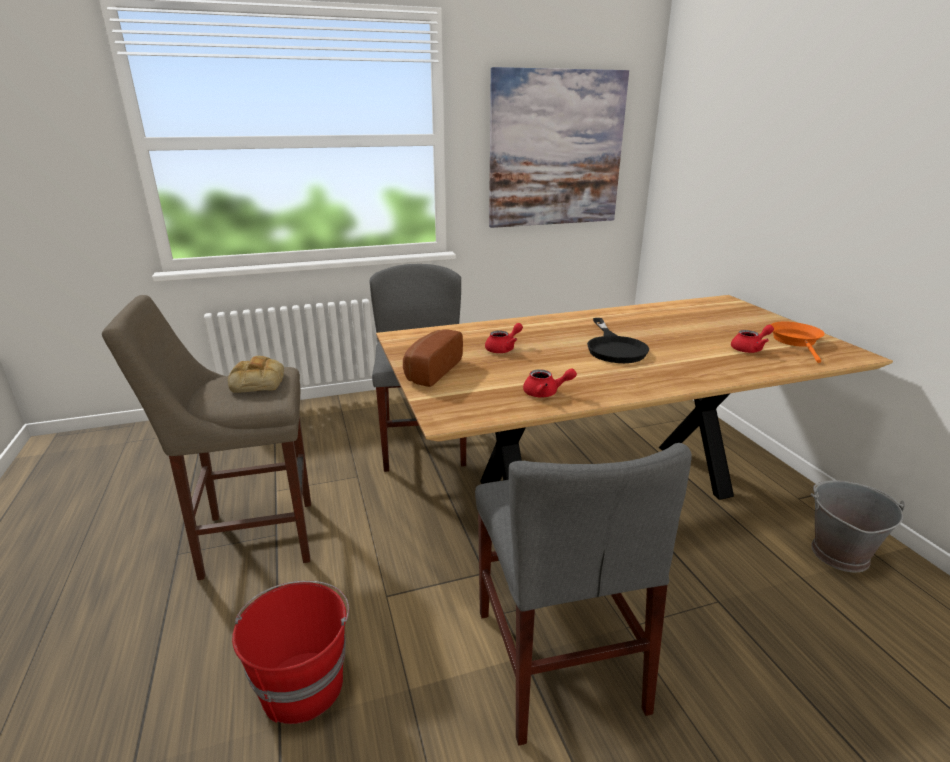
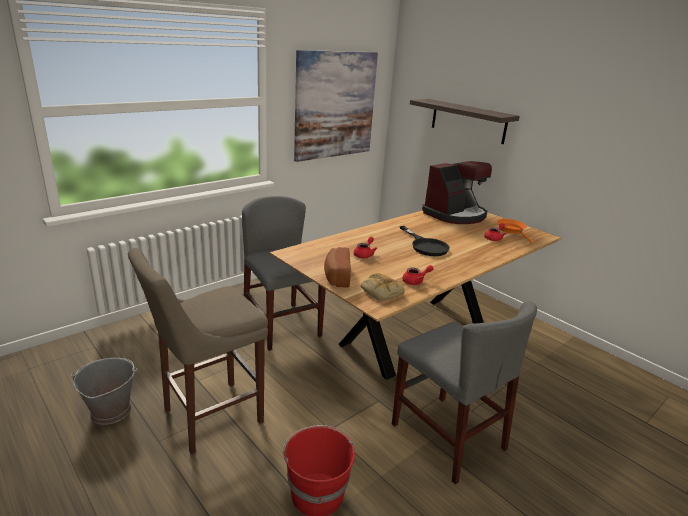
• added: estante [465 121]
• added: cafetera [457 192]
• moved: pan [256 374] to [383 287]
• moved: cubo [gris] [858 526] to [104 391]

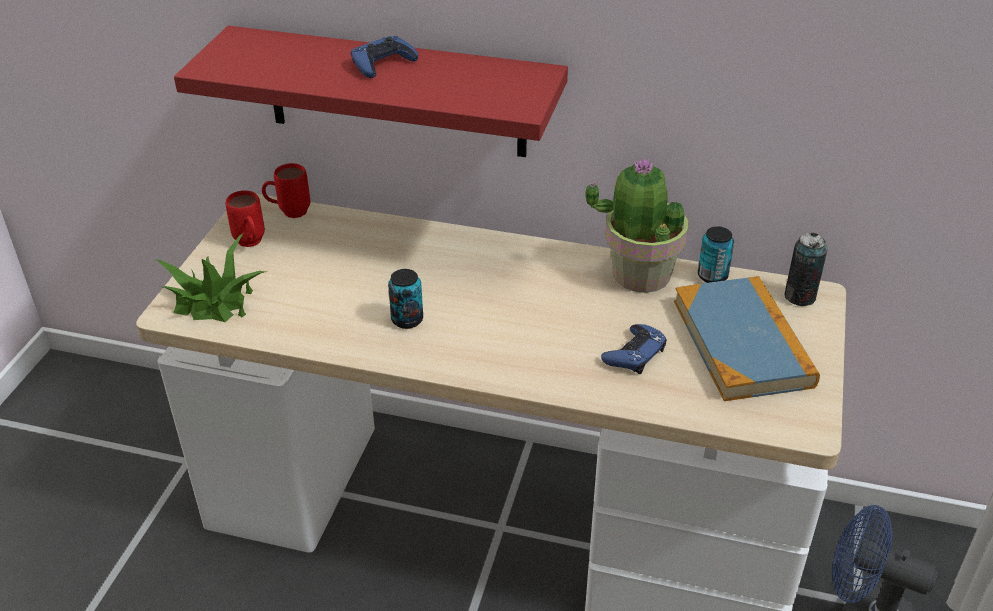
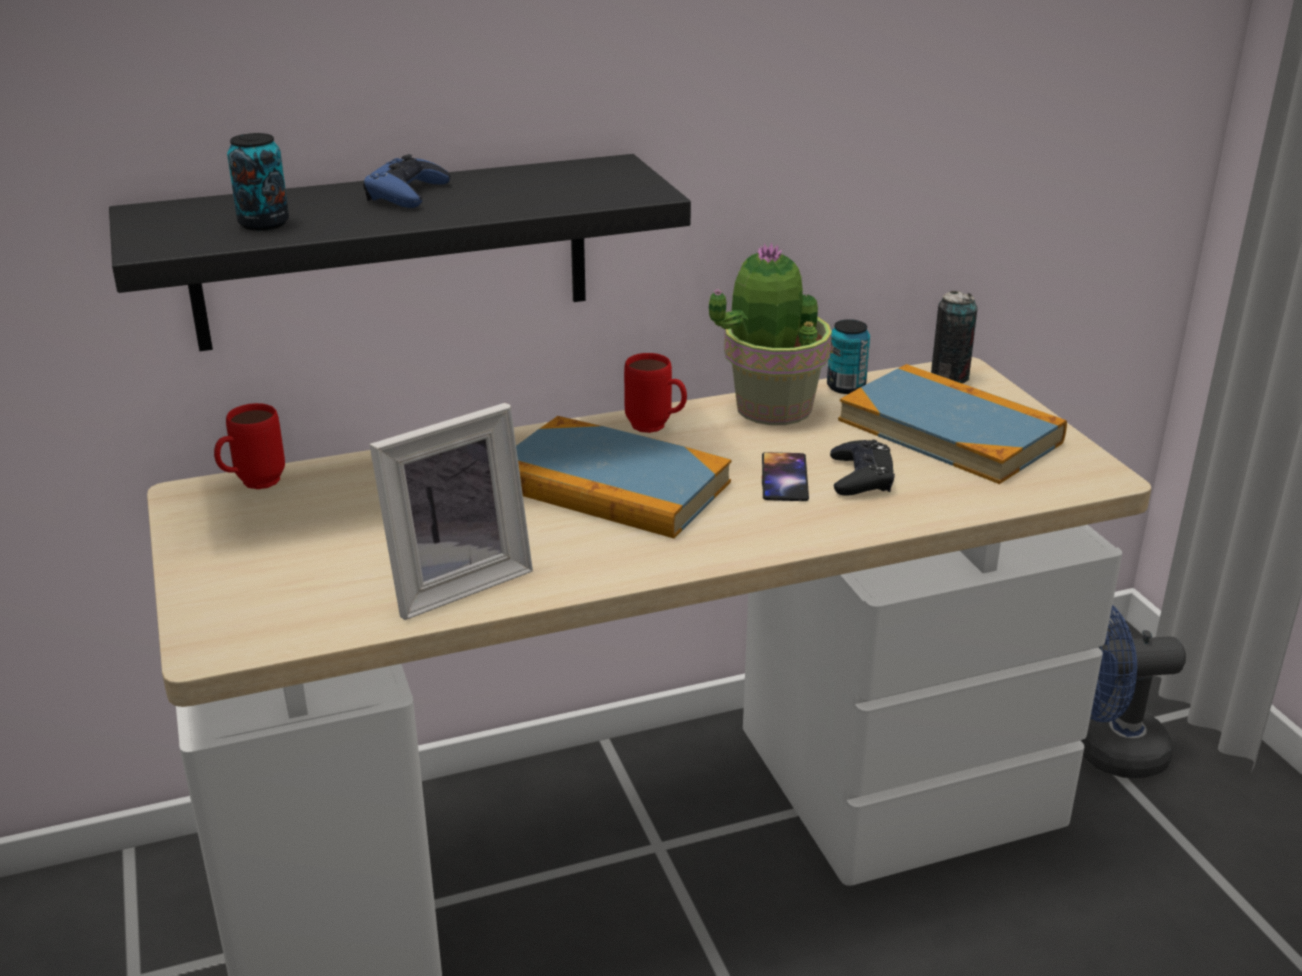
• removed: planta en maceta [210 277]
• added: portarretratos [451 511]
• added: libro [624 477]
• added: móvil [785 476]
• moved: taza grande [rojo] [245 218] to [655 393]
• moved: lata [405 299] to [258 182]
• recoloured: estante [rojo] [371 91] to estante [negro] [400 252]
• recoloured: mando de consola [azul] [634 349] to mando de consola [negro] [862 467]

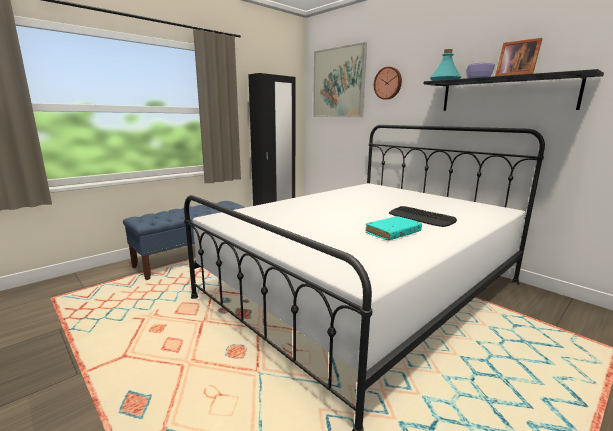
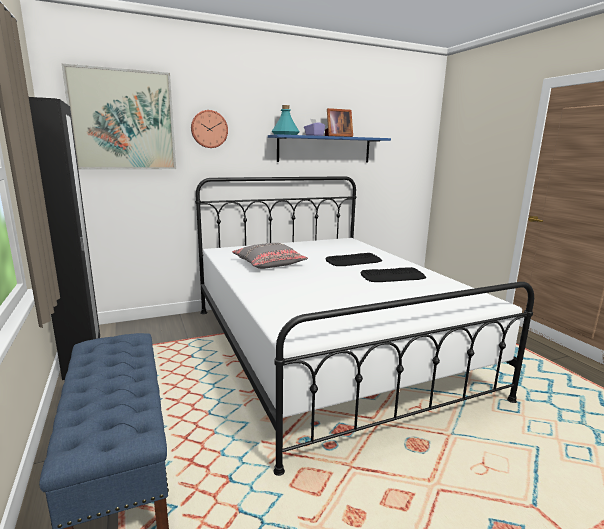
• added: cojín [gris] [270 256]
• replaced: libro [turquesa] [393 228] to teclado [393 274]
• recoloured: estante [negro] [513 90] to estante [azul] [329 148]

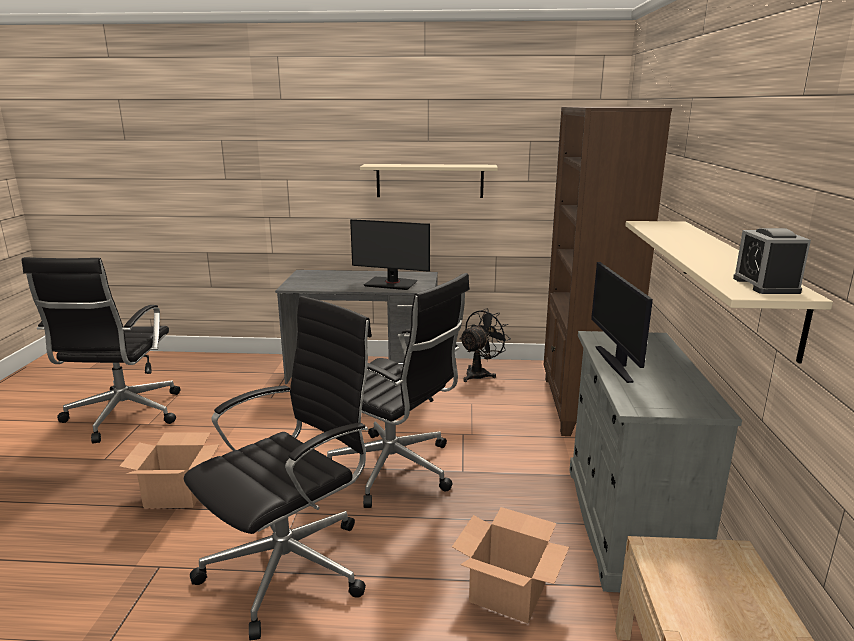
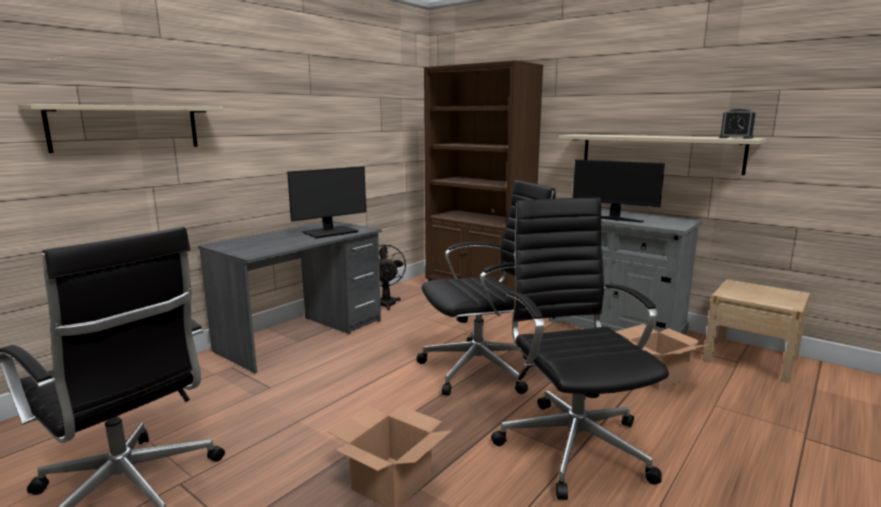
• moved: estante [beis] [429 181] to [121 128]

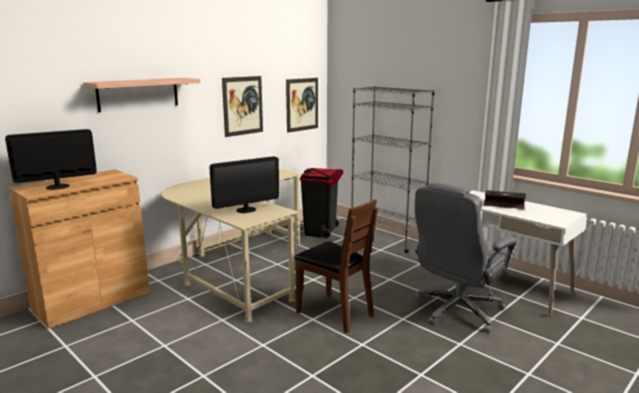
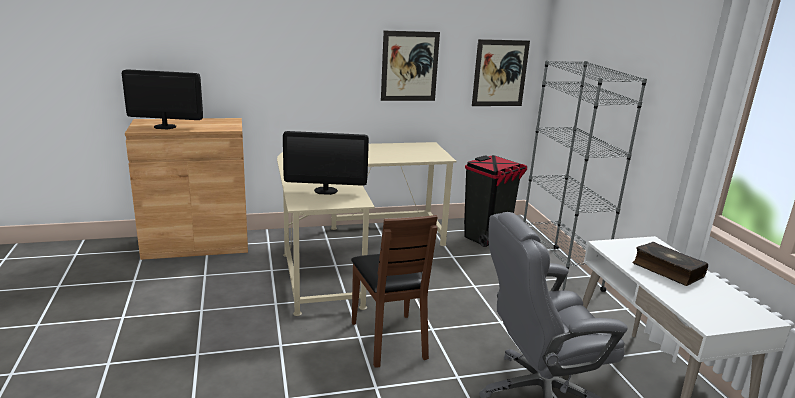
• removed: estante [141 95]

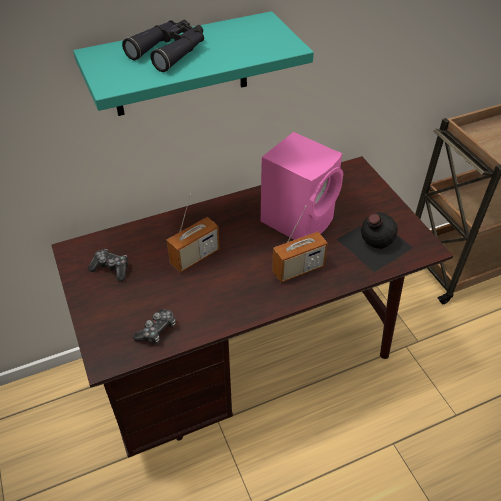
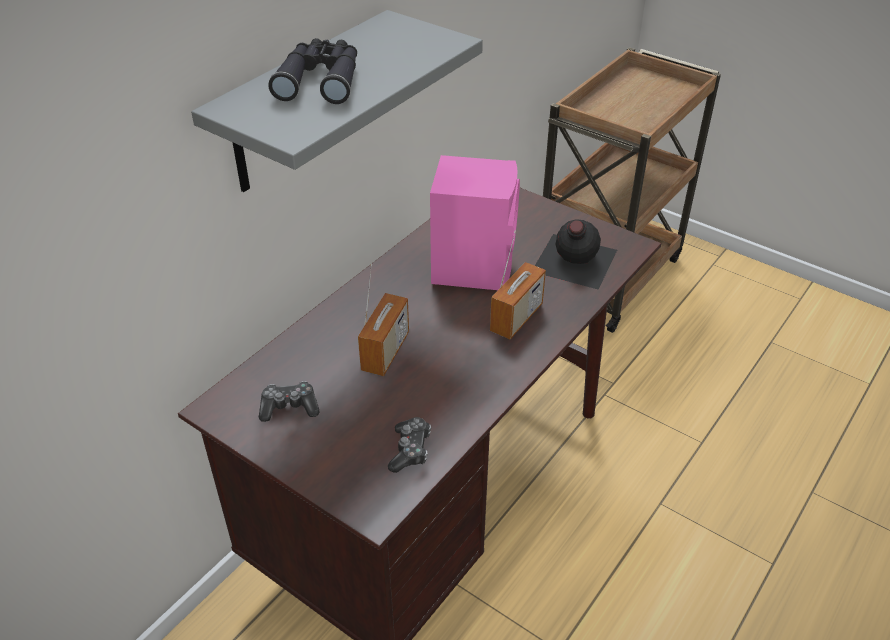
• recoloured: estante [turquesa] [193 63] to estante [gris] [337 101]

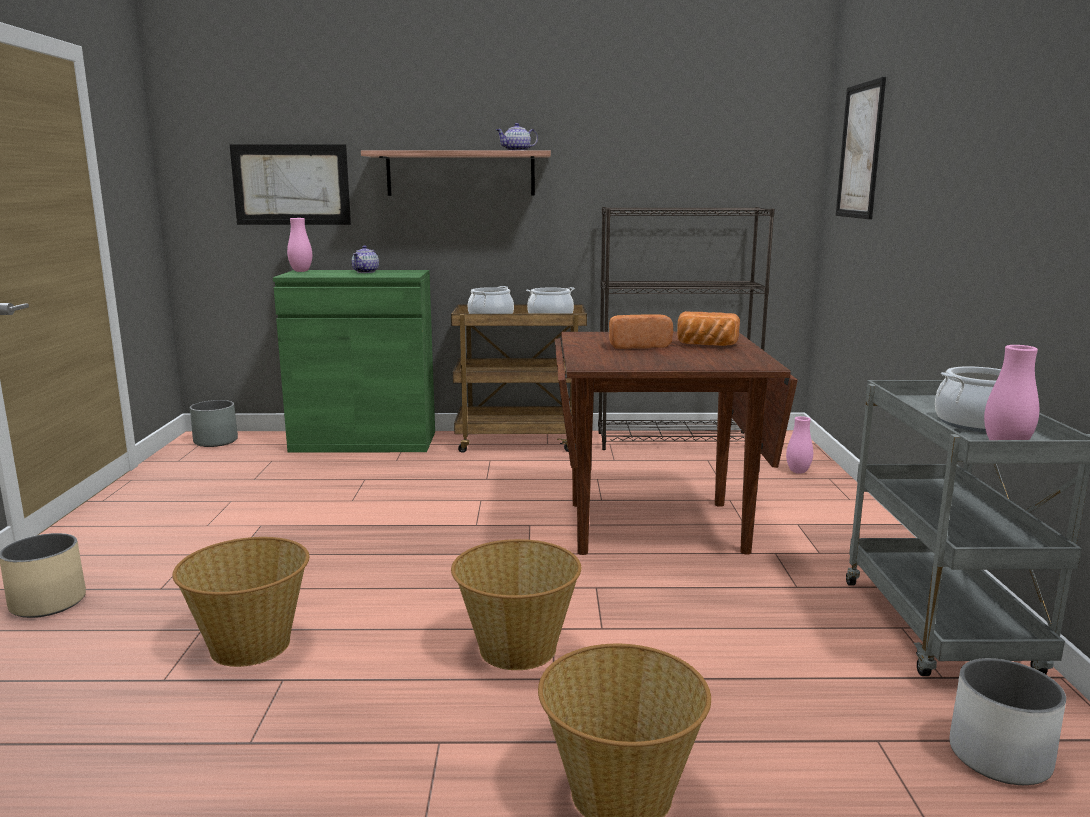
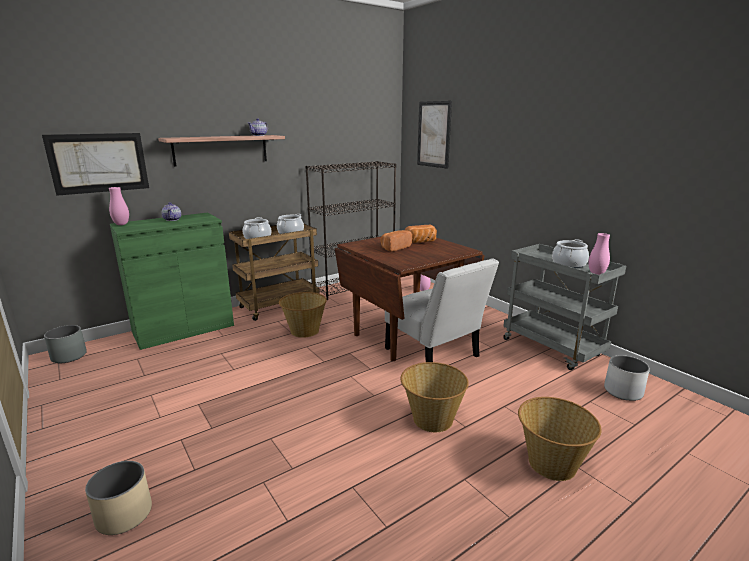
• added: silla [blanco] [442 310]
• moved: cesta [240 602] to [303 315]

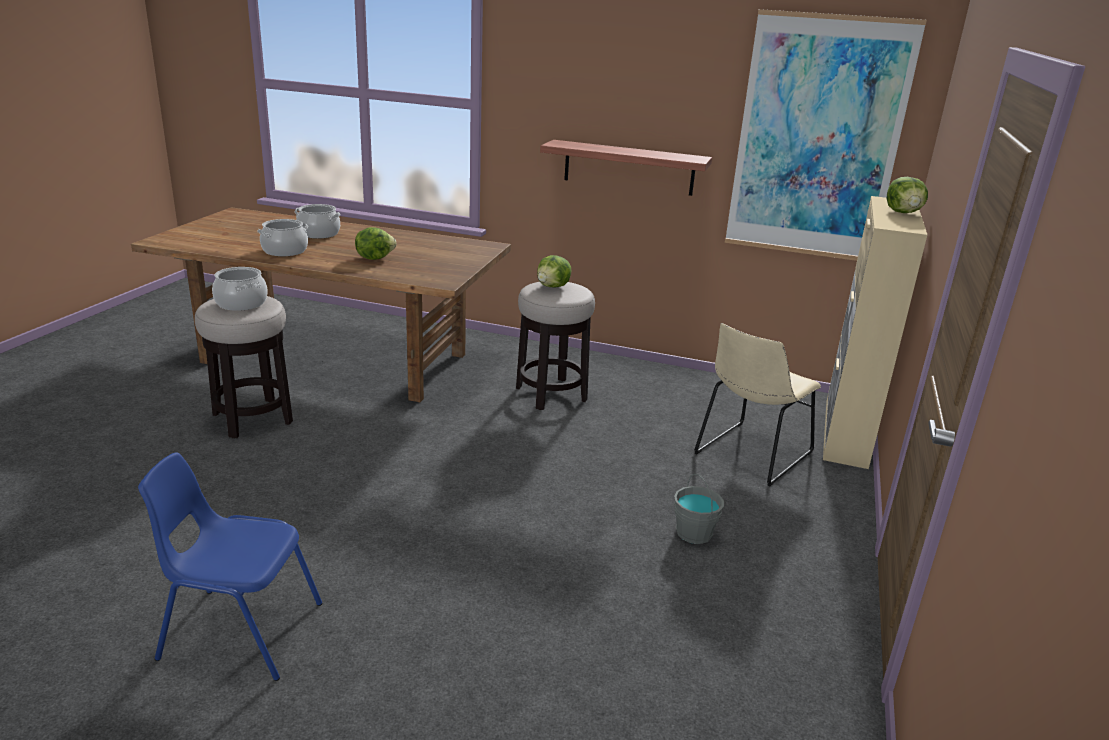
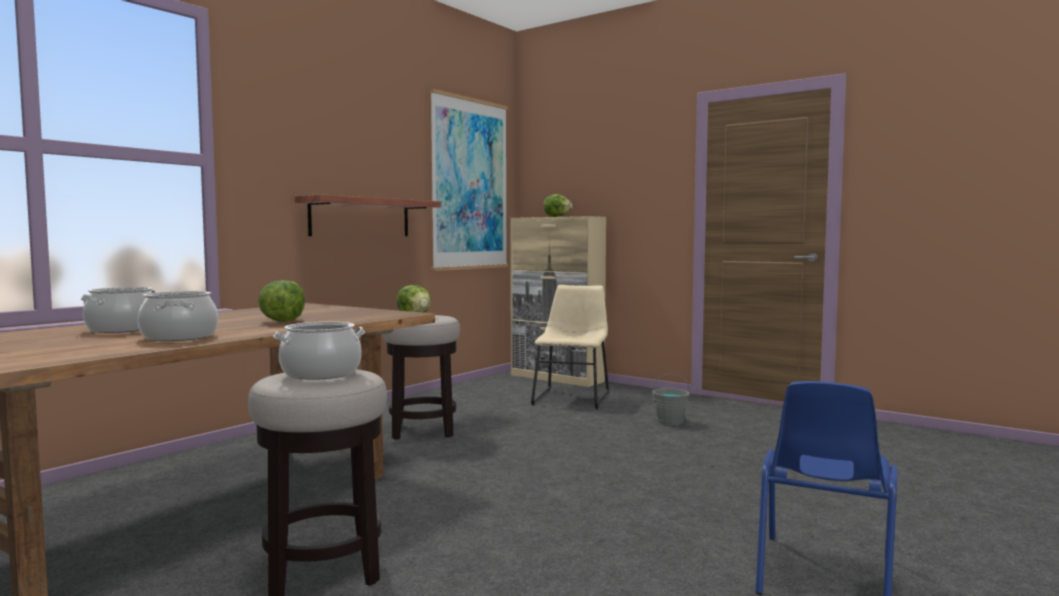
• turned: silla [beis] [757 405] = [570 347] 135 degrees counterclockwise

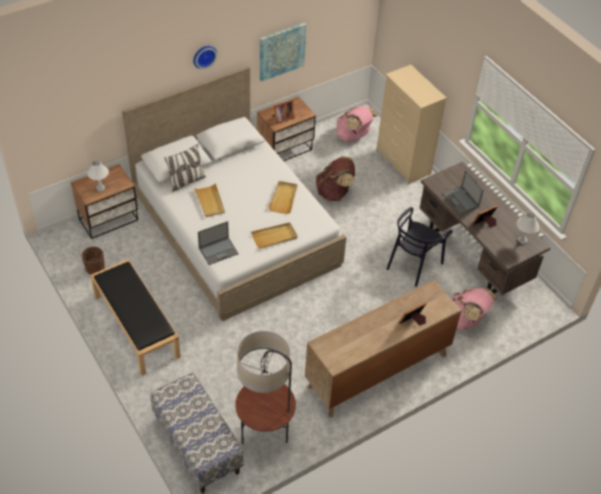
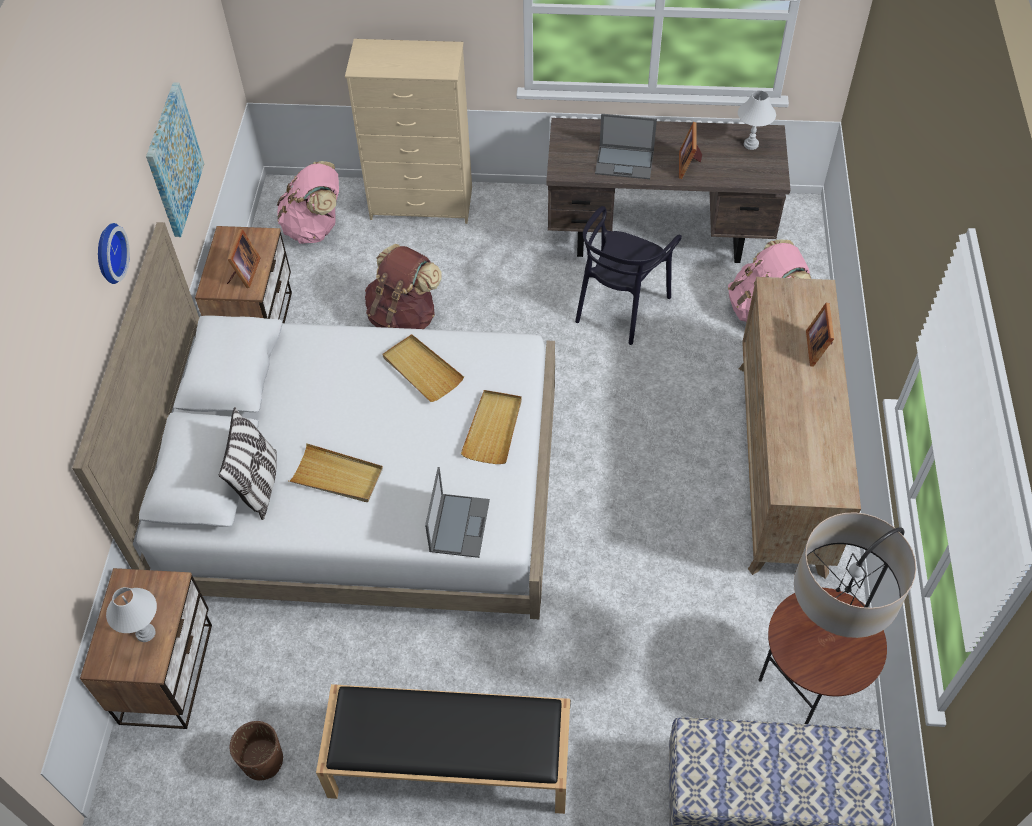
• turned: silla [negro] [420 247] = [628 275] 45 degrees clockwise

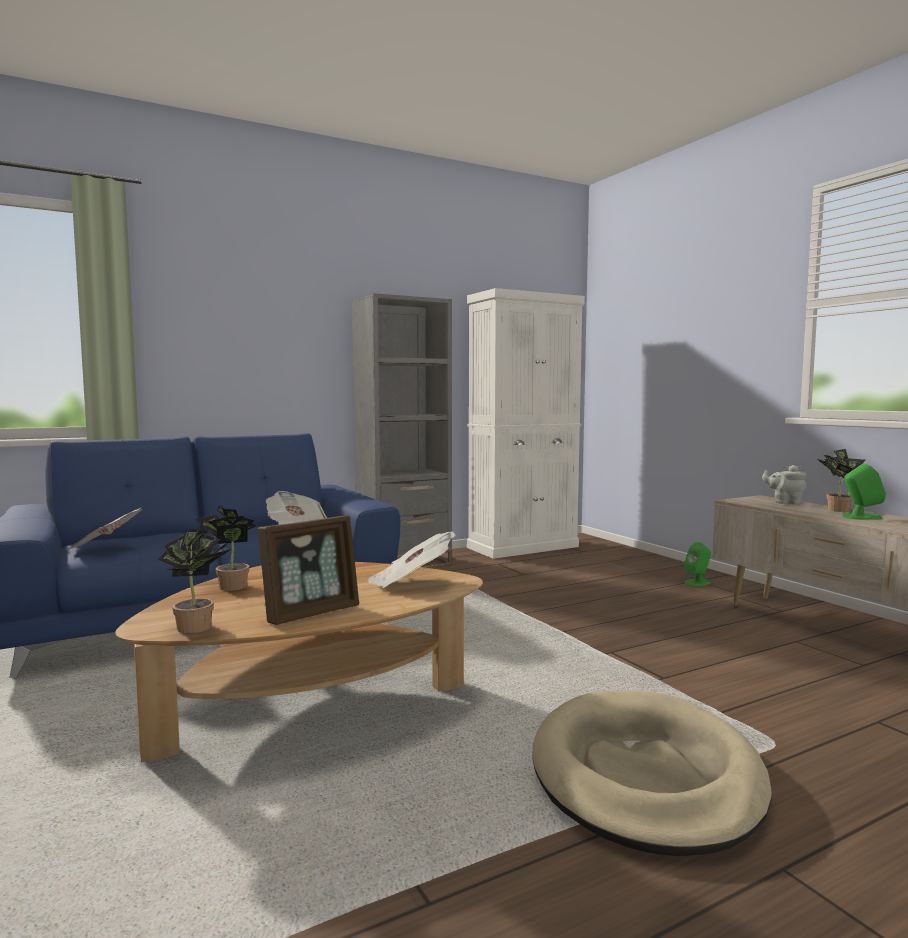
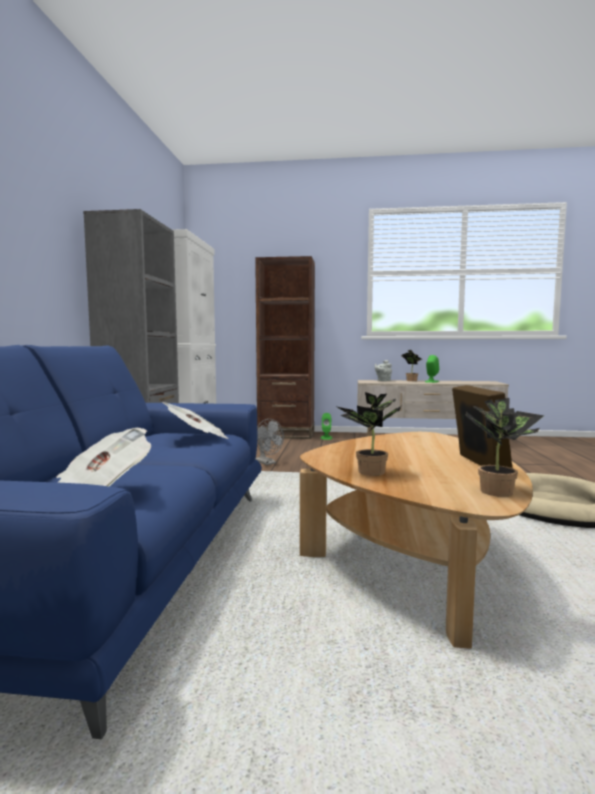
• removed: periódico [411 560]
• added: estantería [marrón] [285 347]
• added: ventilador [gris] [269 442]

